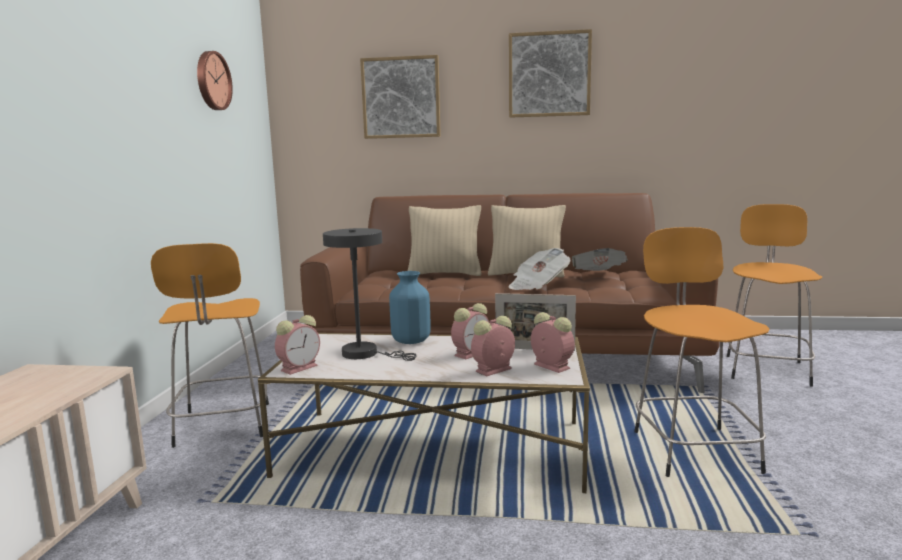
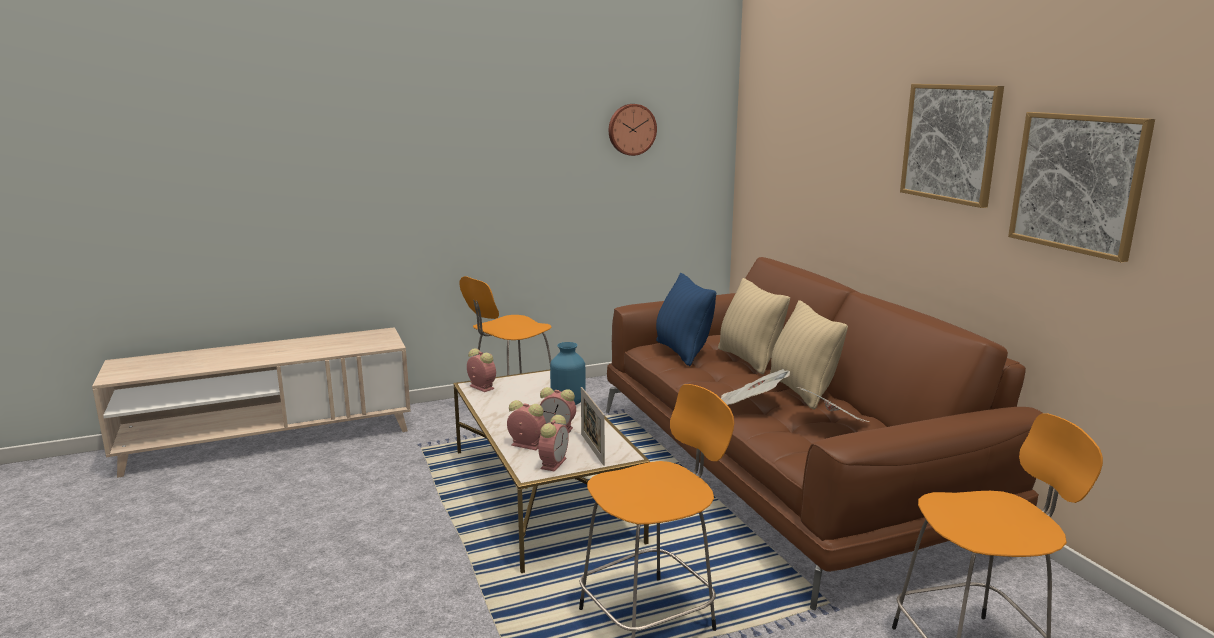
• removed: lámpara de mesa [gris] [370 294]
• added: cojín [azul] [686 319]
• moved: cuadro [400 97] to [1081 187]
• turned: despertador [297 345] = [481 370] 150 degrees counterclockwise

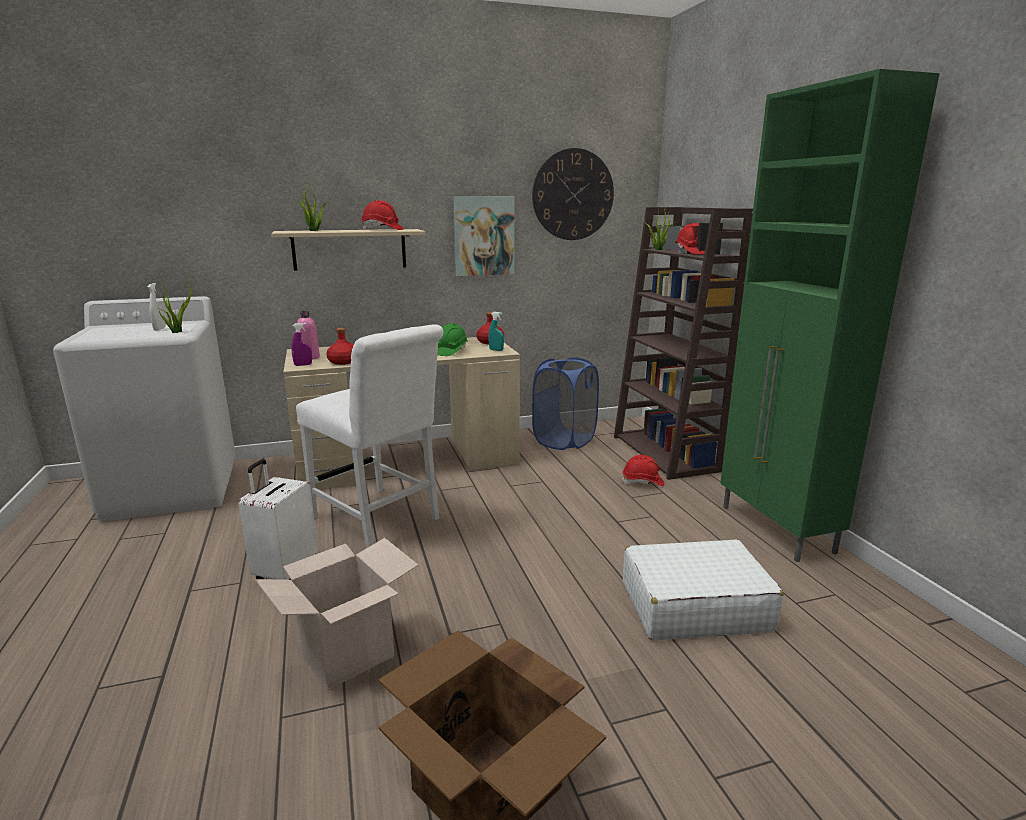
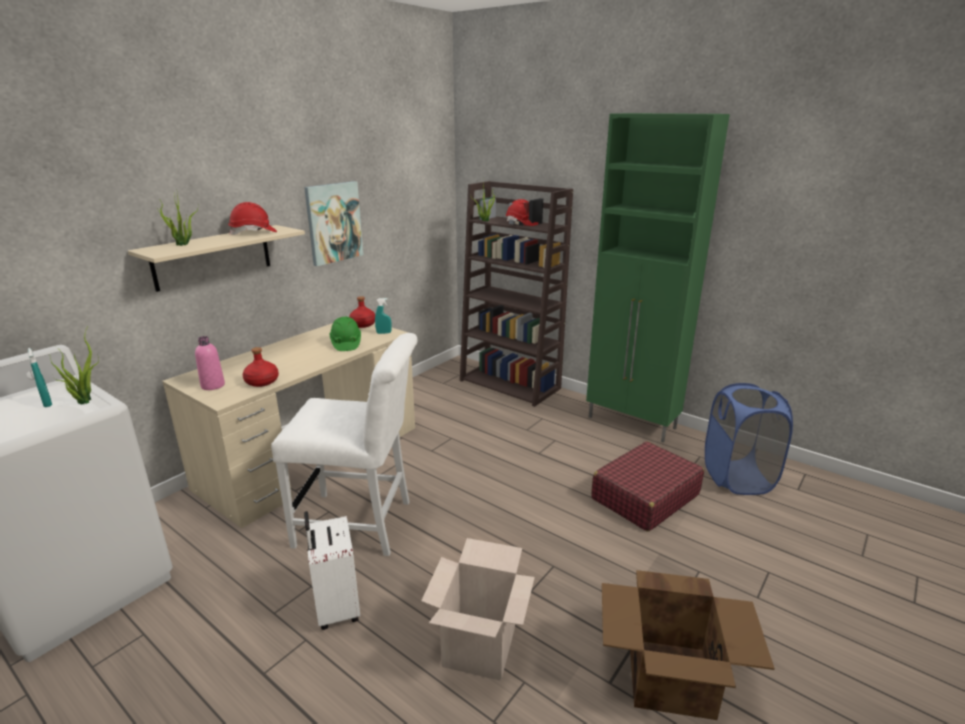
• removed: pulverizador [morado] [301 344]
• removed: reloj de pared [573 194]
• removed: casco [rojo] [643 470]
• moved: cesto de la ropa [azul] [565 403] to [749 439]
• recoloured: pulverizador [blanco] [157 307] to pulverizador [turquesa] [40 377]
• recoloured: maleta [blanco] [703 589] to maleta [rojo] [647 486]

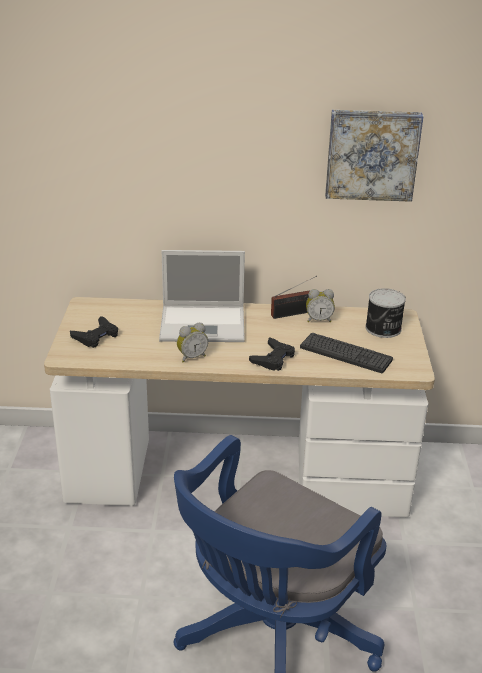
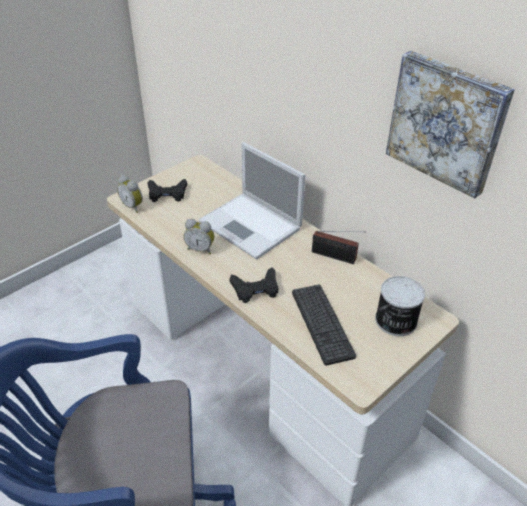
• moved: despertador [320 305] to [130 194]

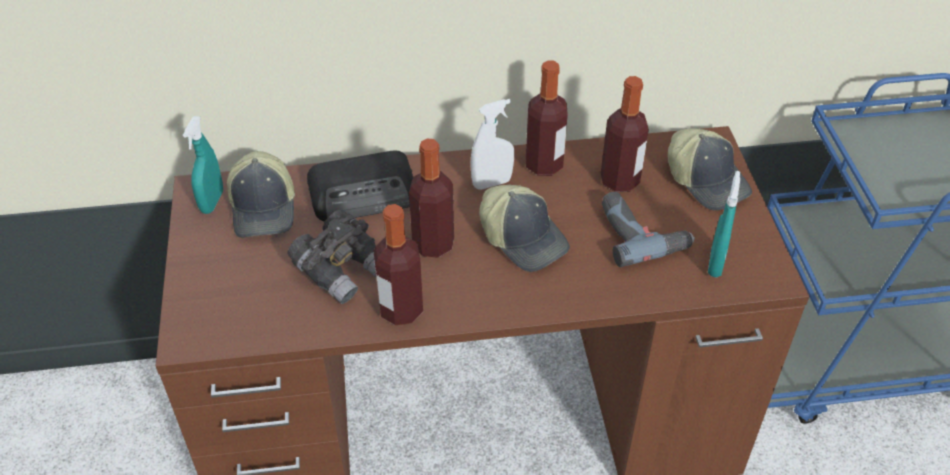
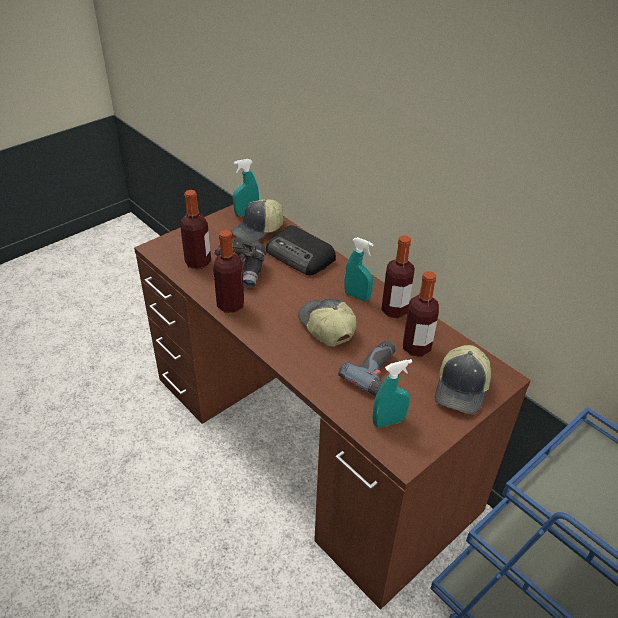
• moved: botella [431 198] to [195 230]
• recoloured: pulverizador [blanco] [492 144] to pulverizador [turquesa] [358 269]
• turned: gorra [524 228] = [327 323] 135 degrees clockwise

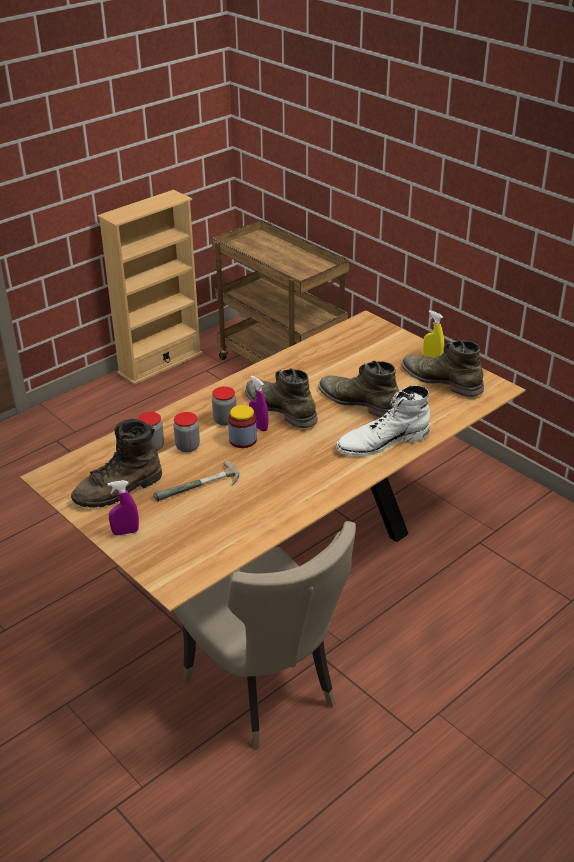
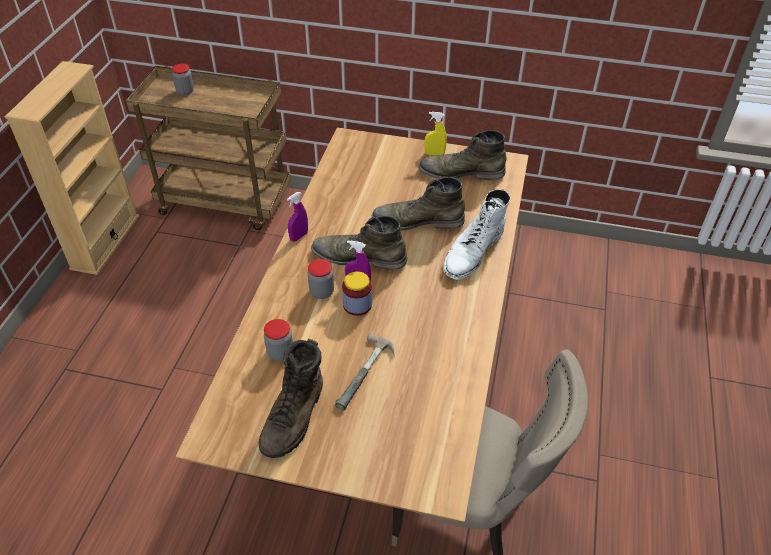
• moved: pulverizador [morado] [123 507] to [297 217]
• moved: tarro [187 432] to [183 79]

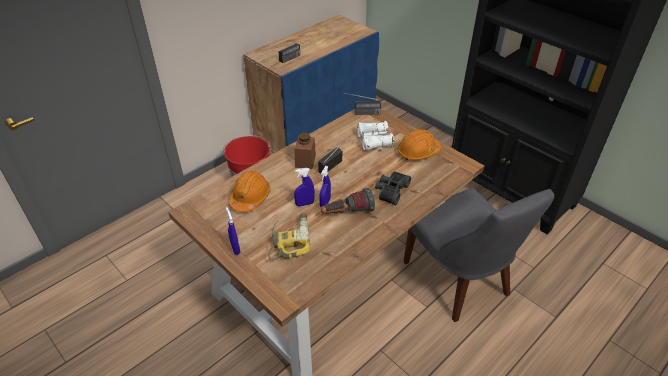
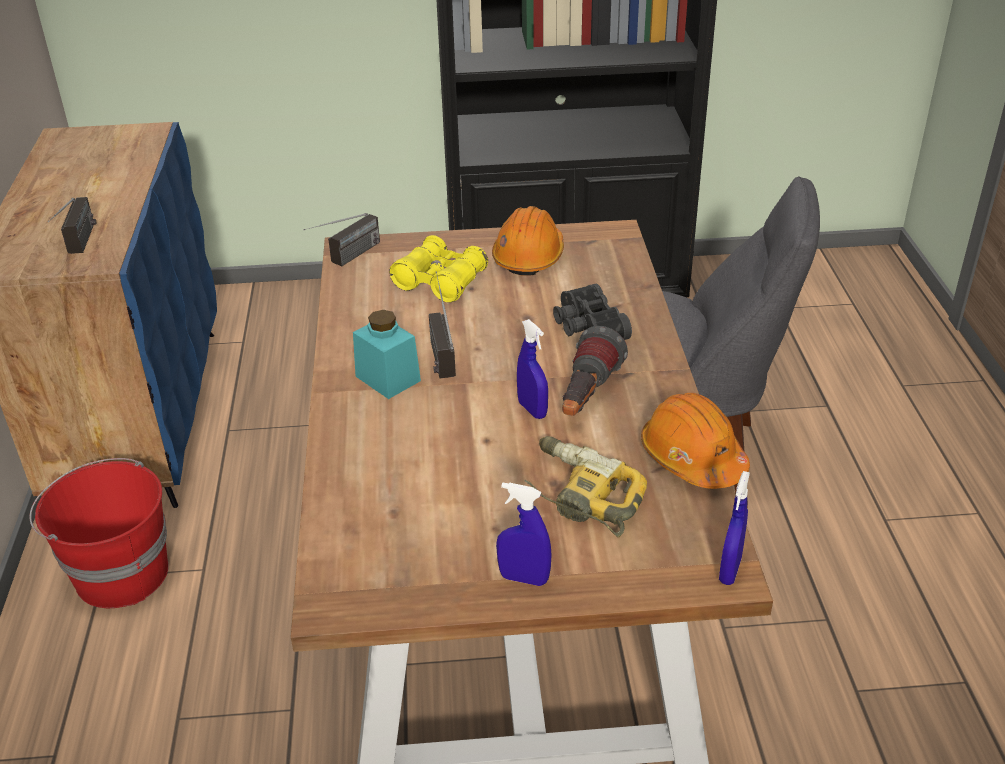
• moved: casco [naranja] [249 191] to [695 441]
• moved: pulverizador [azul] [304 187] to [734 528]
• recoloured: tarro [marrón] [305 151] to tarro [turquesa] [387 354]
• recoloured: prismáticos [blanco] [375 135] to prismáticos [amarillo] [438 269]

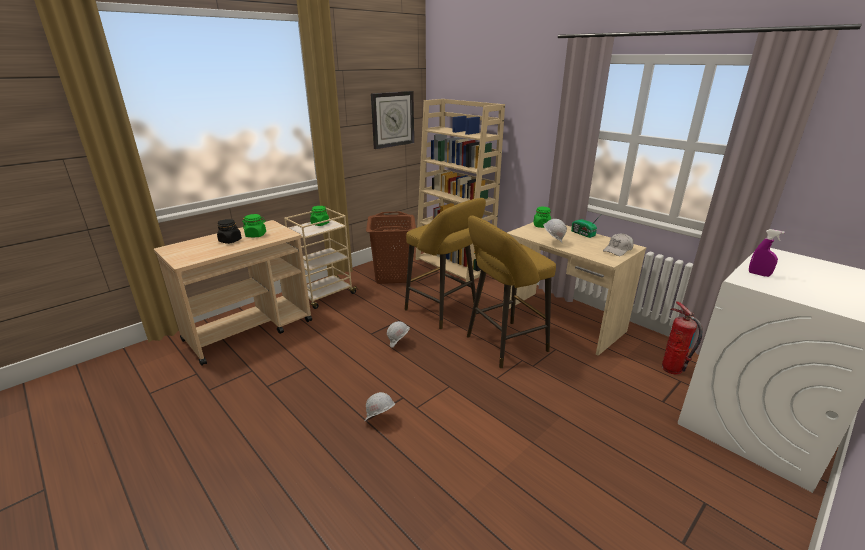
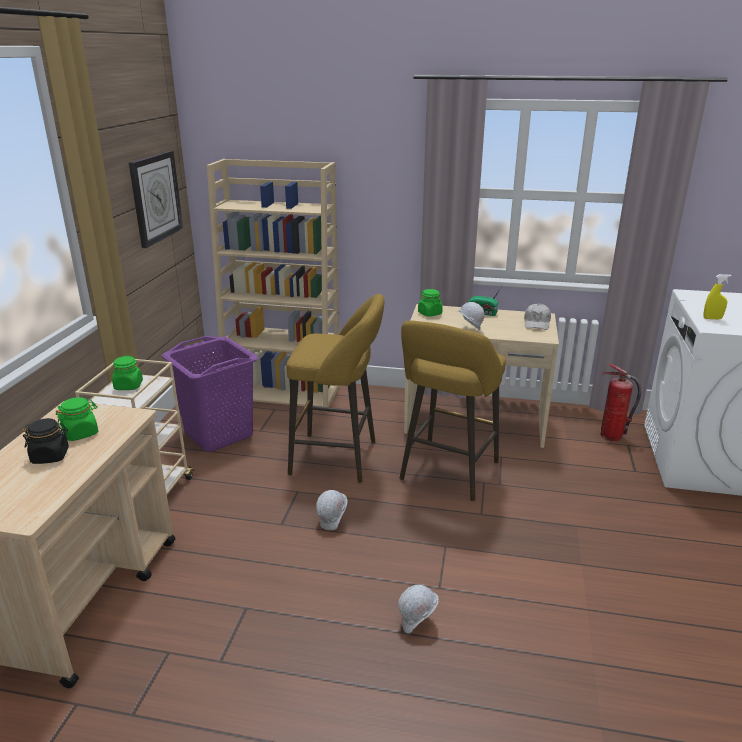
• recoloured: cesto de la ropa [marrón] [391 248] to cesto de la ropa [morado] [210 394]
• recoloured: pulverizador [morado] [767 253] to pulverizador [amarillo] [717 296]

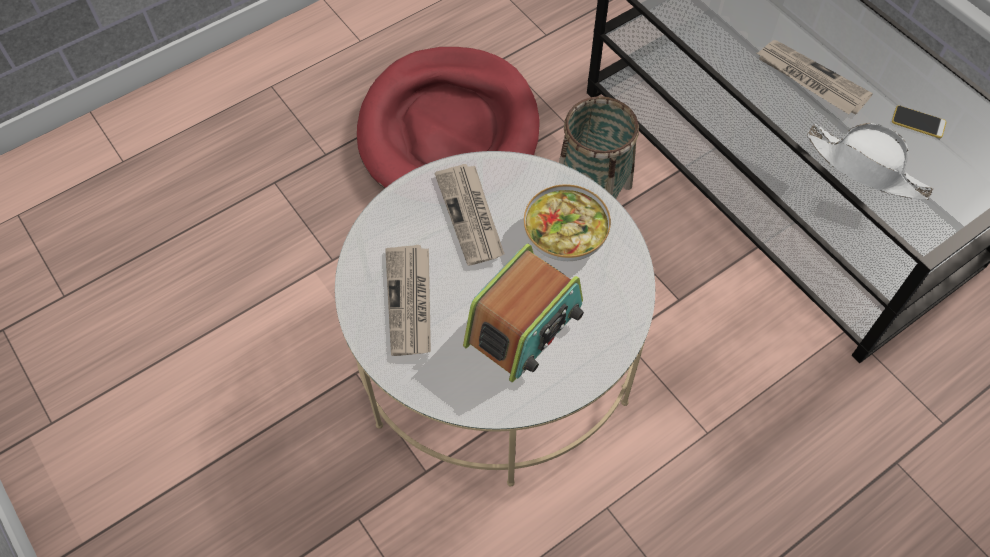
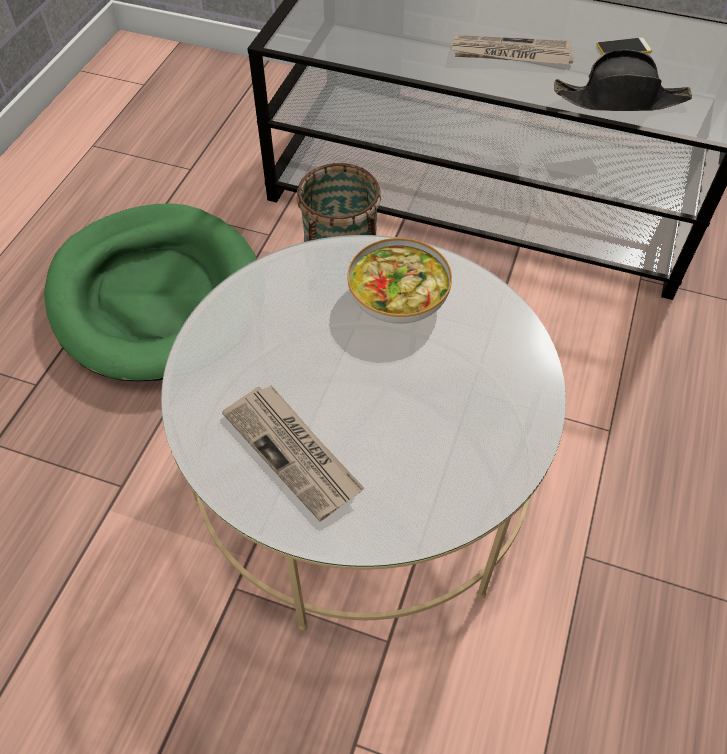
• removed: periódico [469 215]
• removed: radio [523 313]
• recoloured: cama para perro [rojo] [448 117] to cama para perro [verde] [150 292]
• recoloured: sombrero [blanco] [870 161] to sombrero [negro] [623 80]

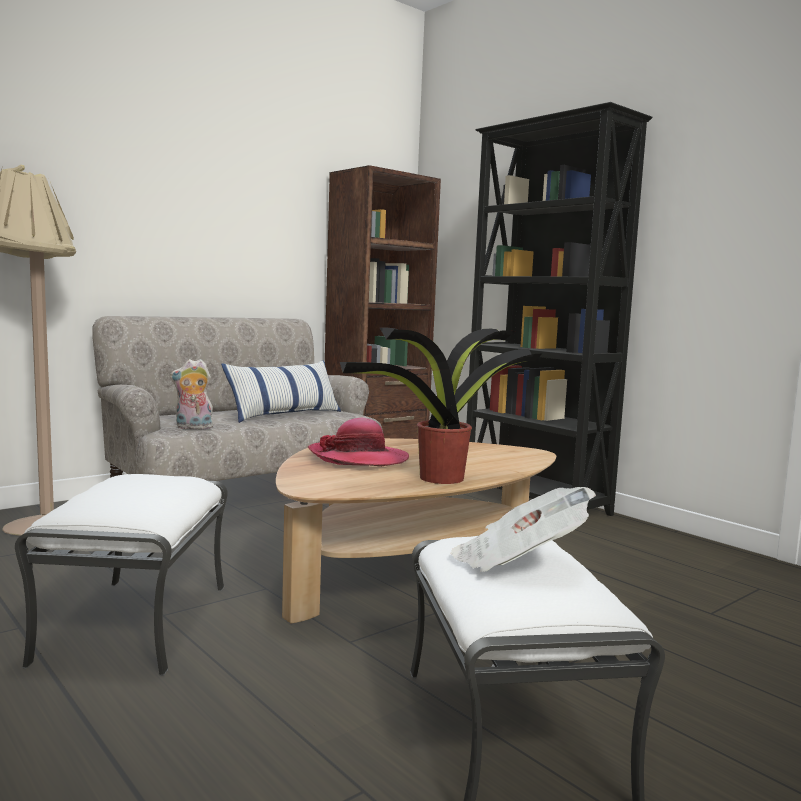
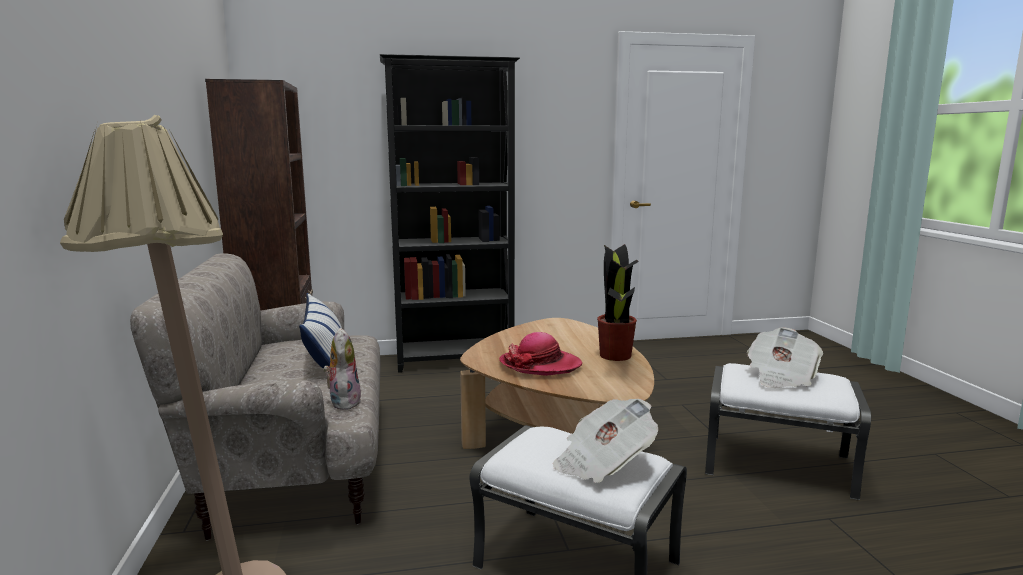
• added: periódico [605 441]
• turned: peluche [191 394] = [342 369] 150 degrees clockwise

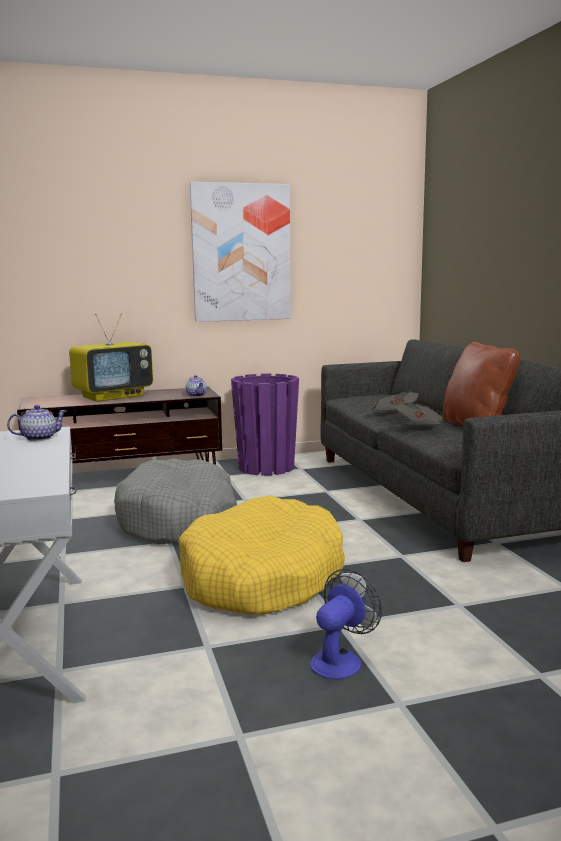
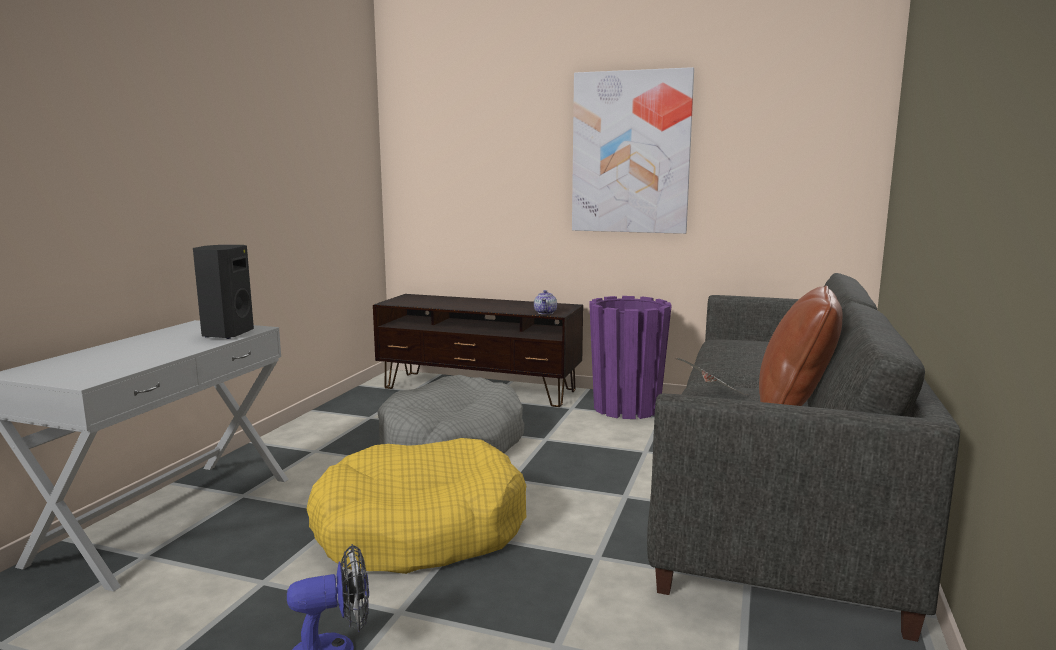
• removed: televisor [111 357]
• removed: periódico [395 400]
• replaced: tetera [37 423] to altavoz [negro] [223 292]

